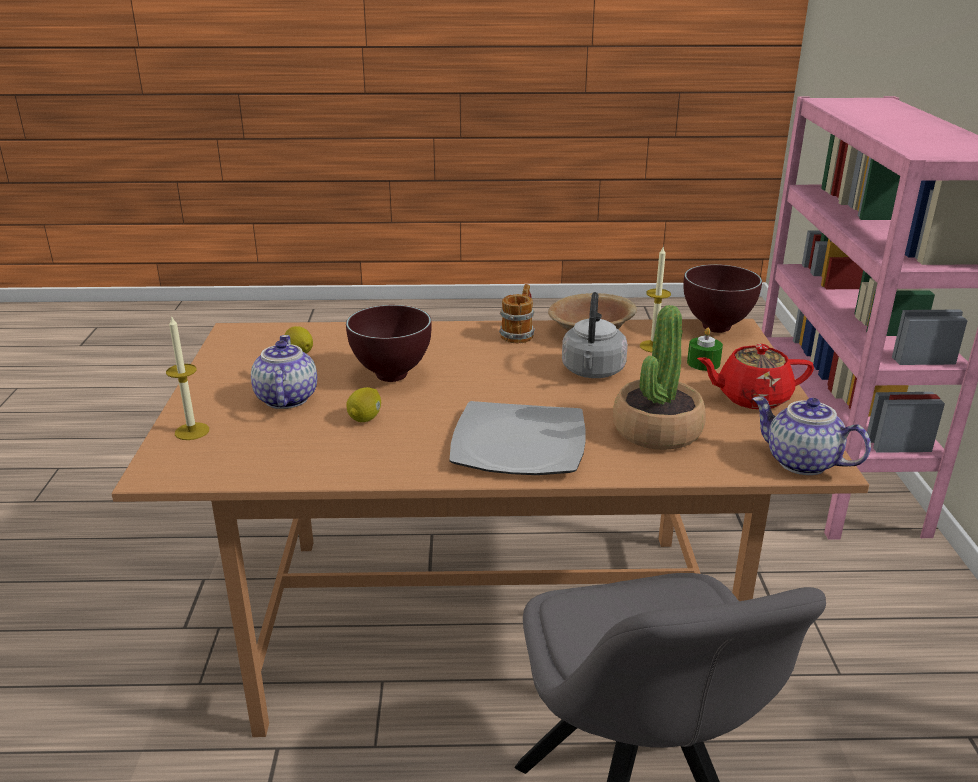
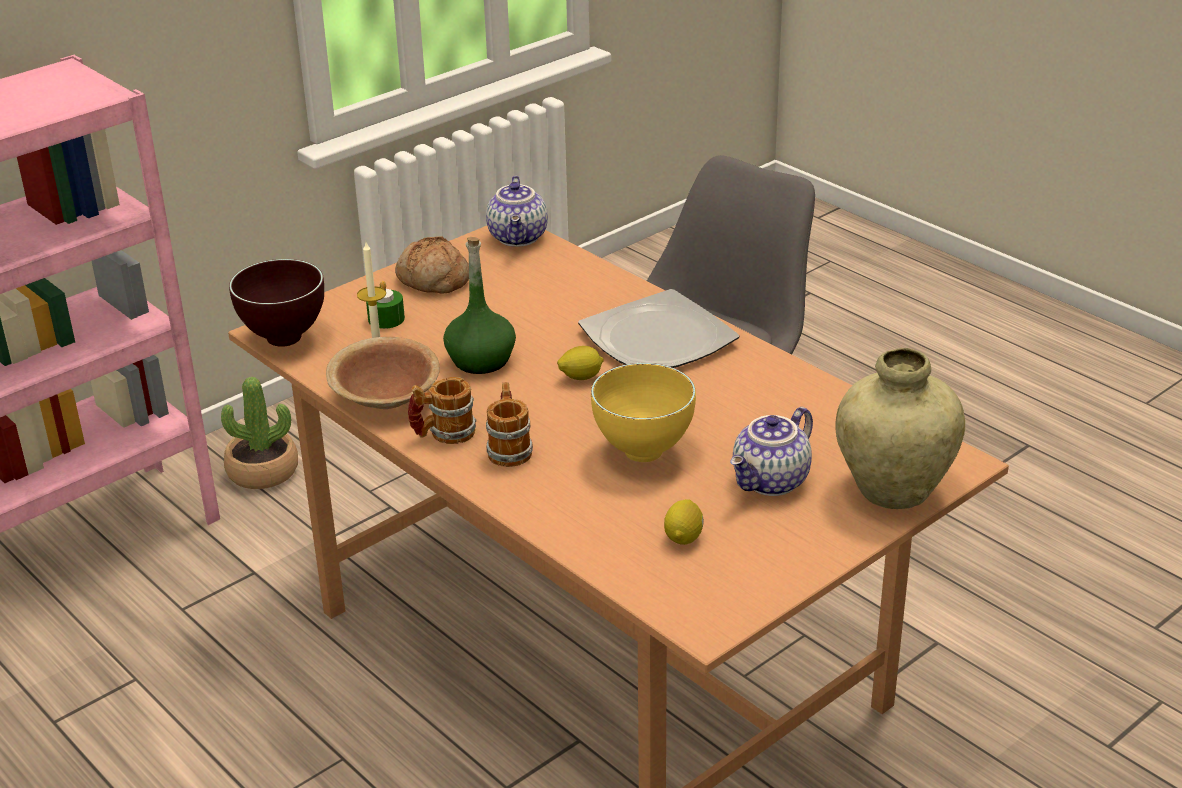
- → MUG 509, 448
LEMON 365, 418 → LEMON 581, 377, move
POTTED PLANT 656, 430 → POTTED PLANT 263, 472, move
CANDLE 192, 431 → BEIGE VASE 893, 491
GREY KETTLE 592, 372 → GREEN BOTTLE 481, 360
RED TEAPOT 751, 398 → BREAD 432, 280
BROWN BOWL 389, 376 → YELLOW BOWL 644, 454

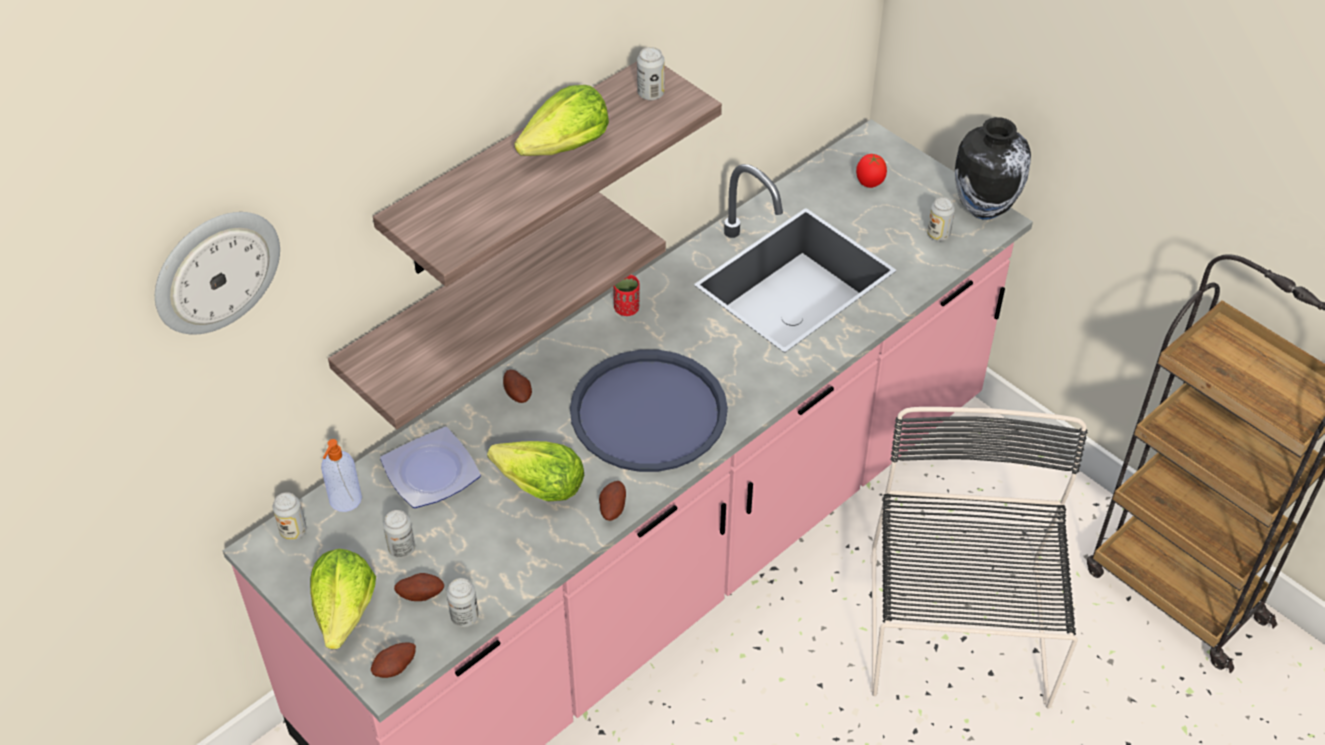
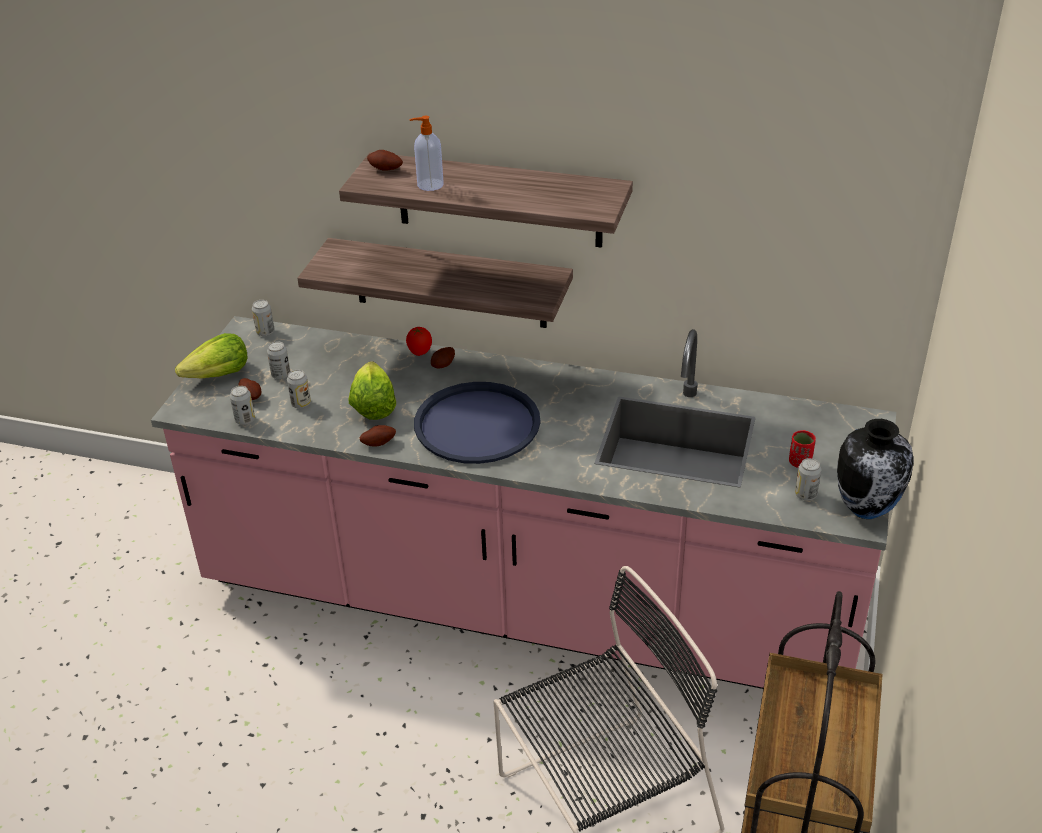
WALL CLOCK 215, 271 → -
PLATE 432, 471 → -
LETTUCE 566, 147 → -
SOAP DISPENSER 345, 500 → SOAP DISPENSER 429, 185, move
POTATO 396, 668 → POTATO 385, 170, move
RED CUP 626, 309 → RED CUP 800, 462, move
CAN 651, 94 → CAN 301, 404, move
TOMATO 869, 184 → TOMATO 419, 353, move

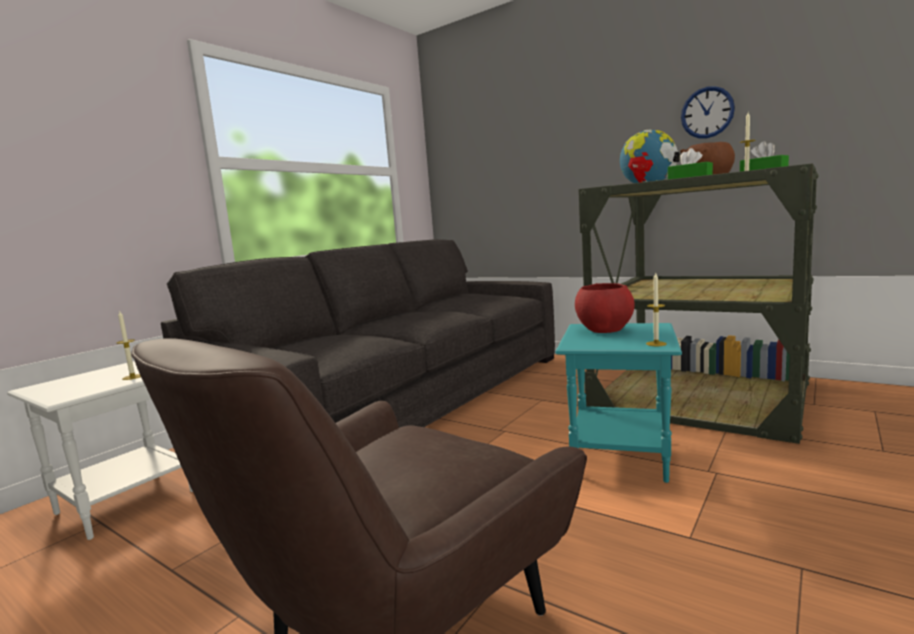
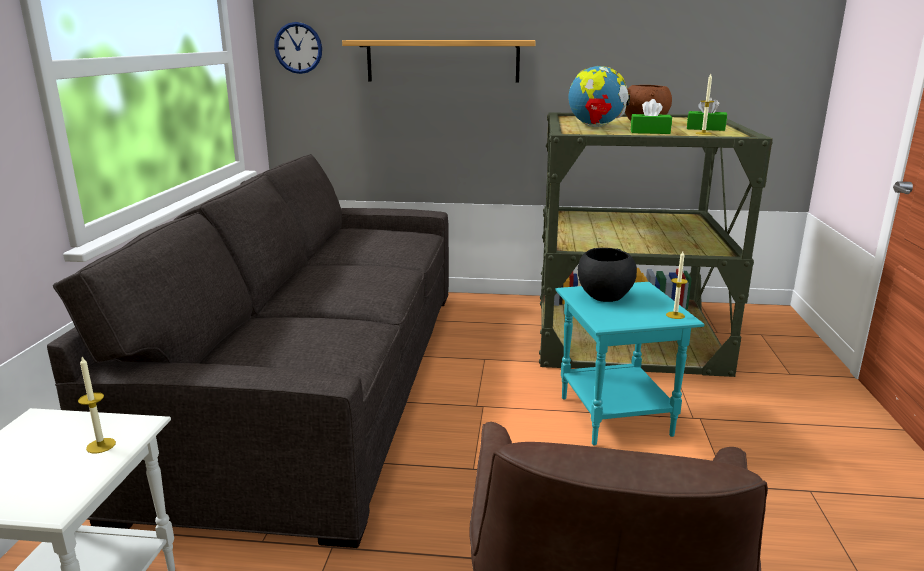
- → SHELF 442, 61
WALL CLOCK 707, 112 → WALL CLOCK 298, 48, move
RED BOWL 604, 330 → BLACK BOWL 604, 296

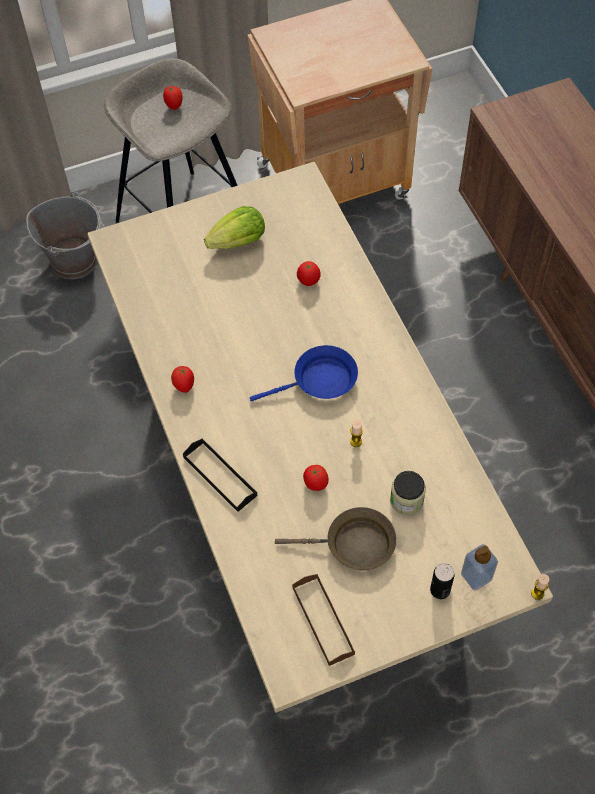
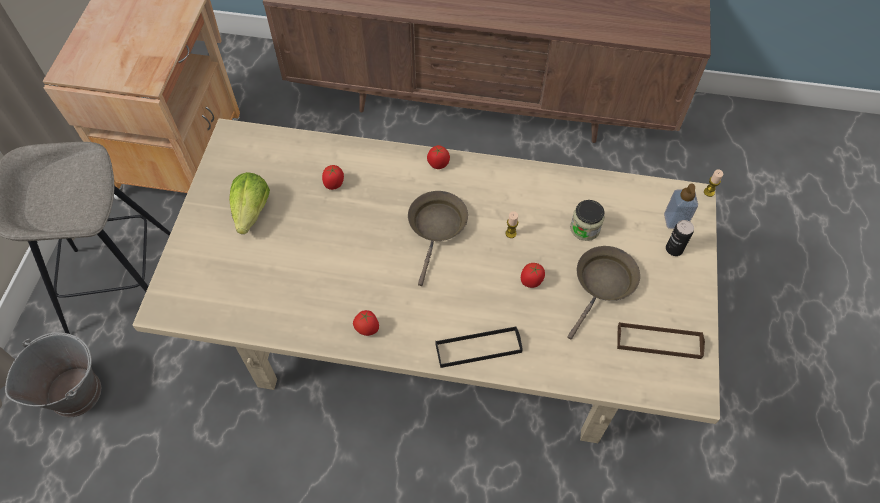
TOMATO 174, 105 → TOMATO 438, 165, move
BLUE FRYING PAN 320, 381 → BROWN FRYING PAN 437, 227

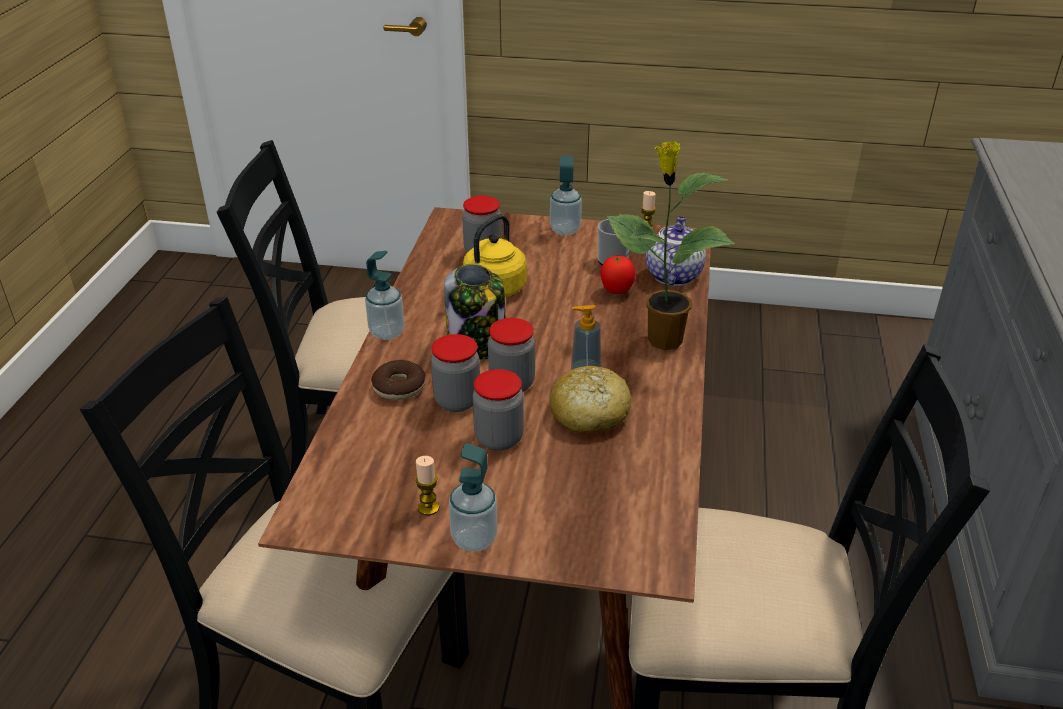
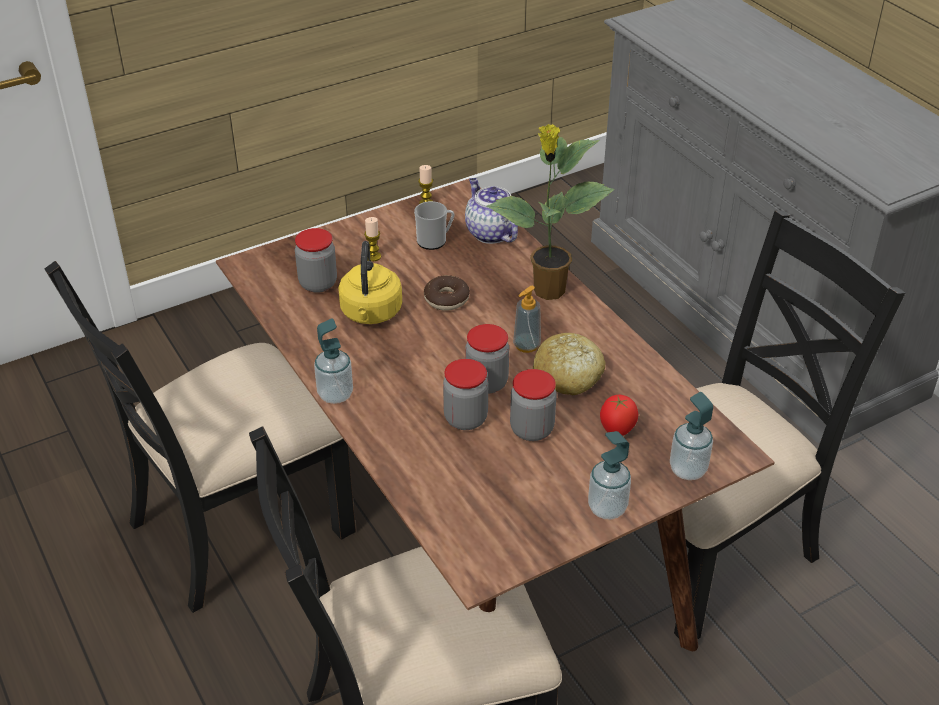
JAR 477, 343 → -
DONUT 399, 387 → DONUT 446, 299, move
CANDLE 428, 508 → CANDLE 373, 256, move
SOAP DISPENSER 565, 230 → SOAP DISPENSER 688, 470, move
TOMATO 616, 291 → TOMATO 616, 431, move

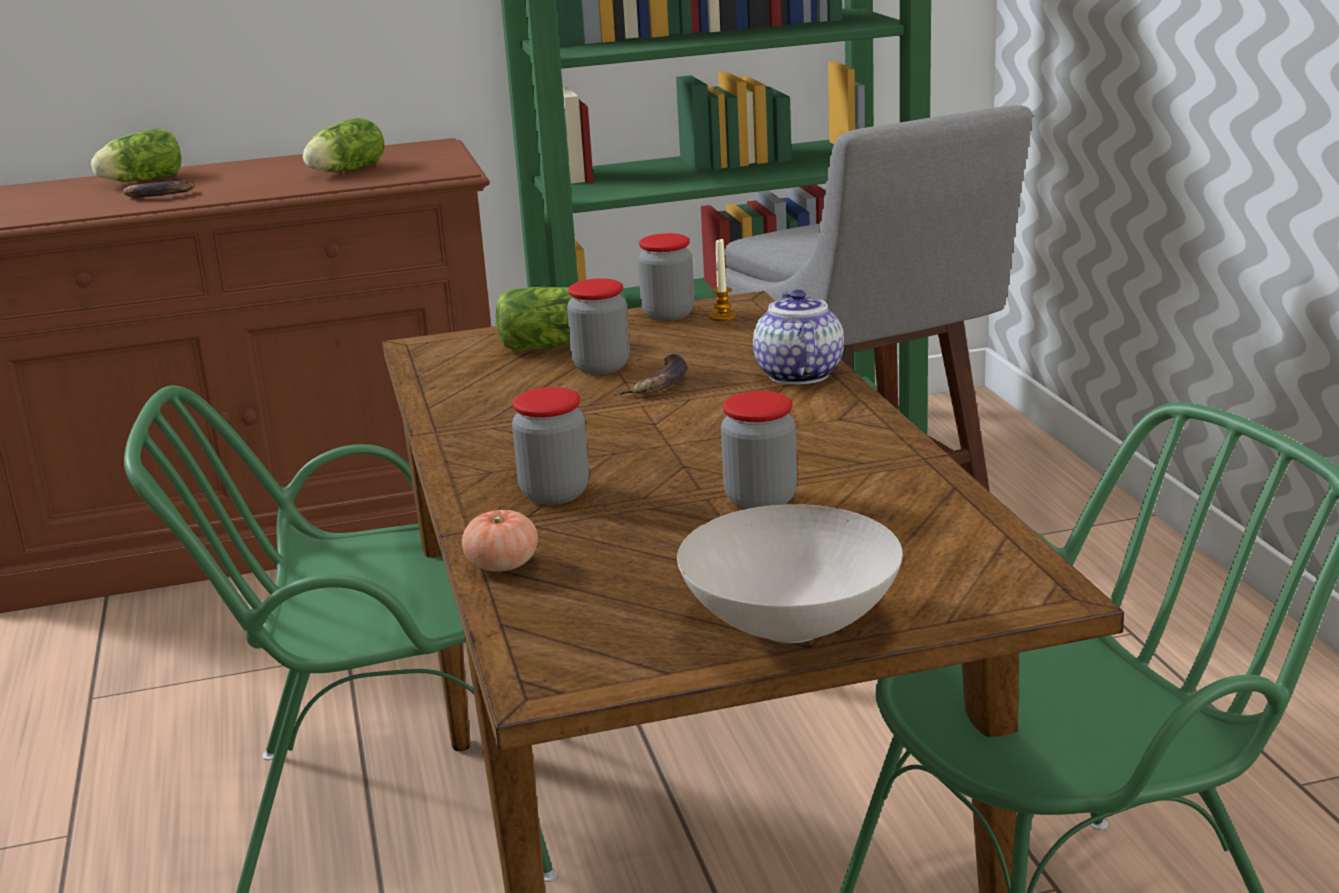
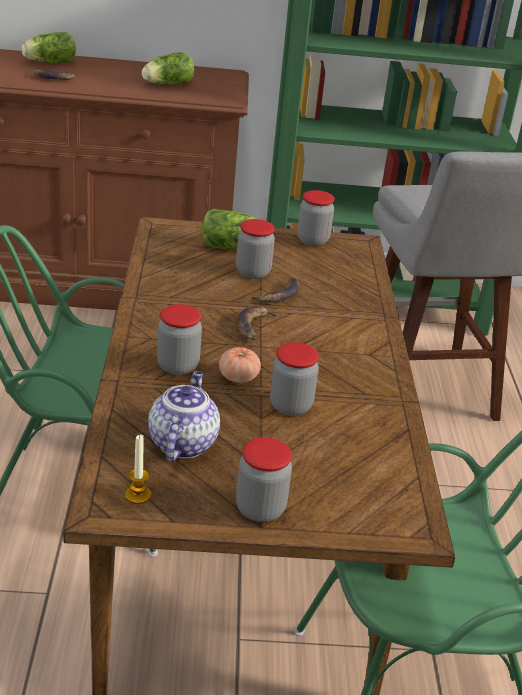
- → BANANA 254, 326
TOMATO 502, 564 → TOMATO 238, 377, move
CANDLE 723, 317 → CANDLE 138, 495, move
TEAPOT 797, 374 → TEAPOT 182, 442, move
WHITE BOWL 795, 626 → JAR 260, 509

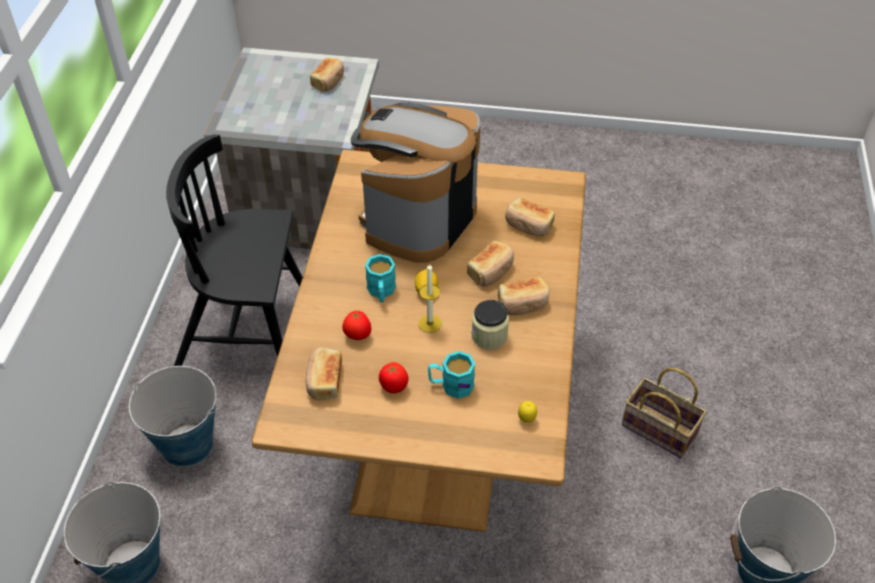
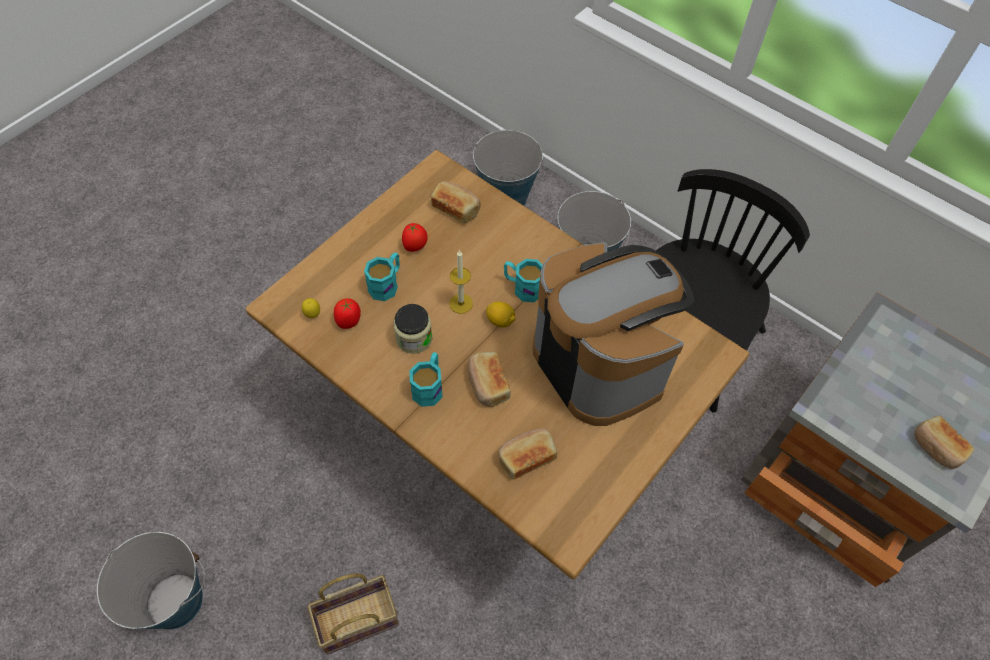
TOMATO 357, 336 → TOMATO 349, 321, move
BREAD 522, 304 → TURQUOISE MUG 429, 386

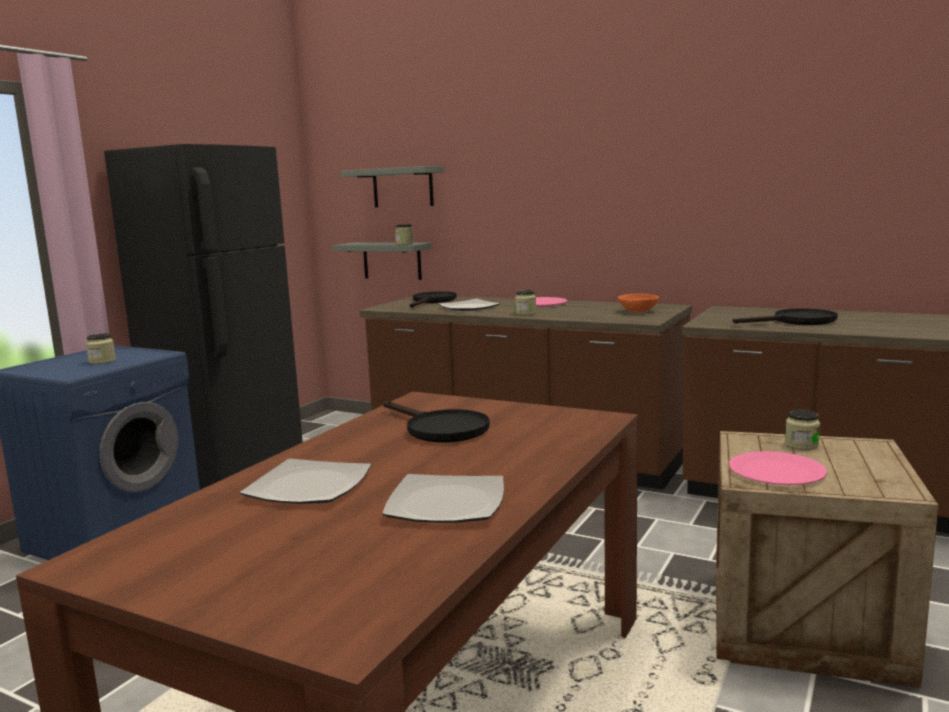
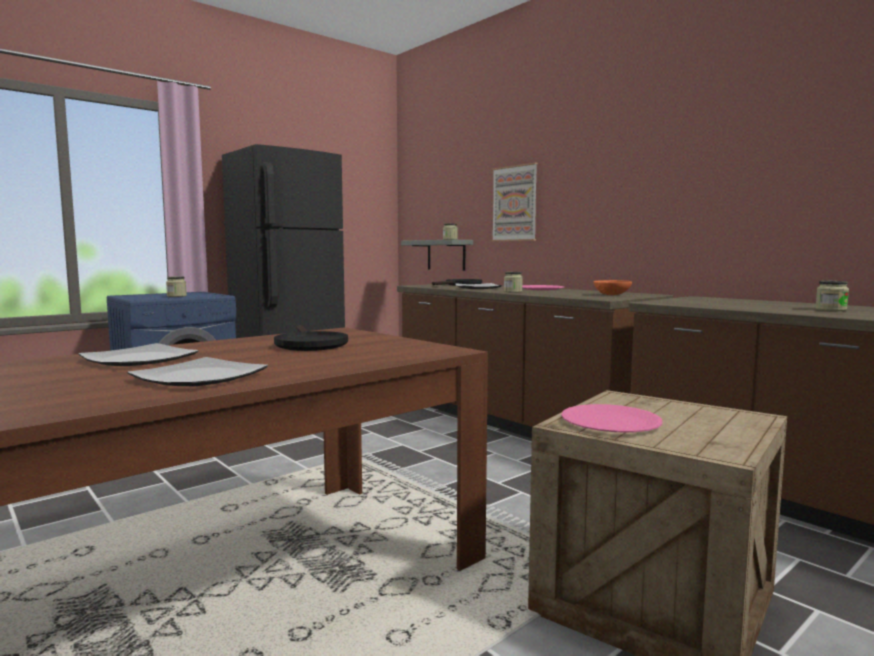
GREY SHELF 403, 187 → -
BLACK FRYING PAN 797, 321 → -
- → PICTURE 515, 203
JAR 801, 445 → JAR 831, 309, move

